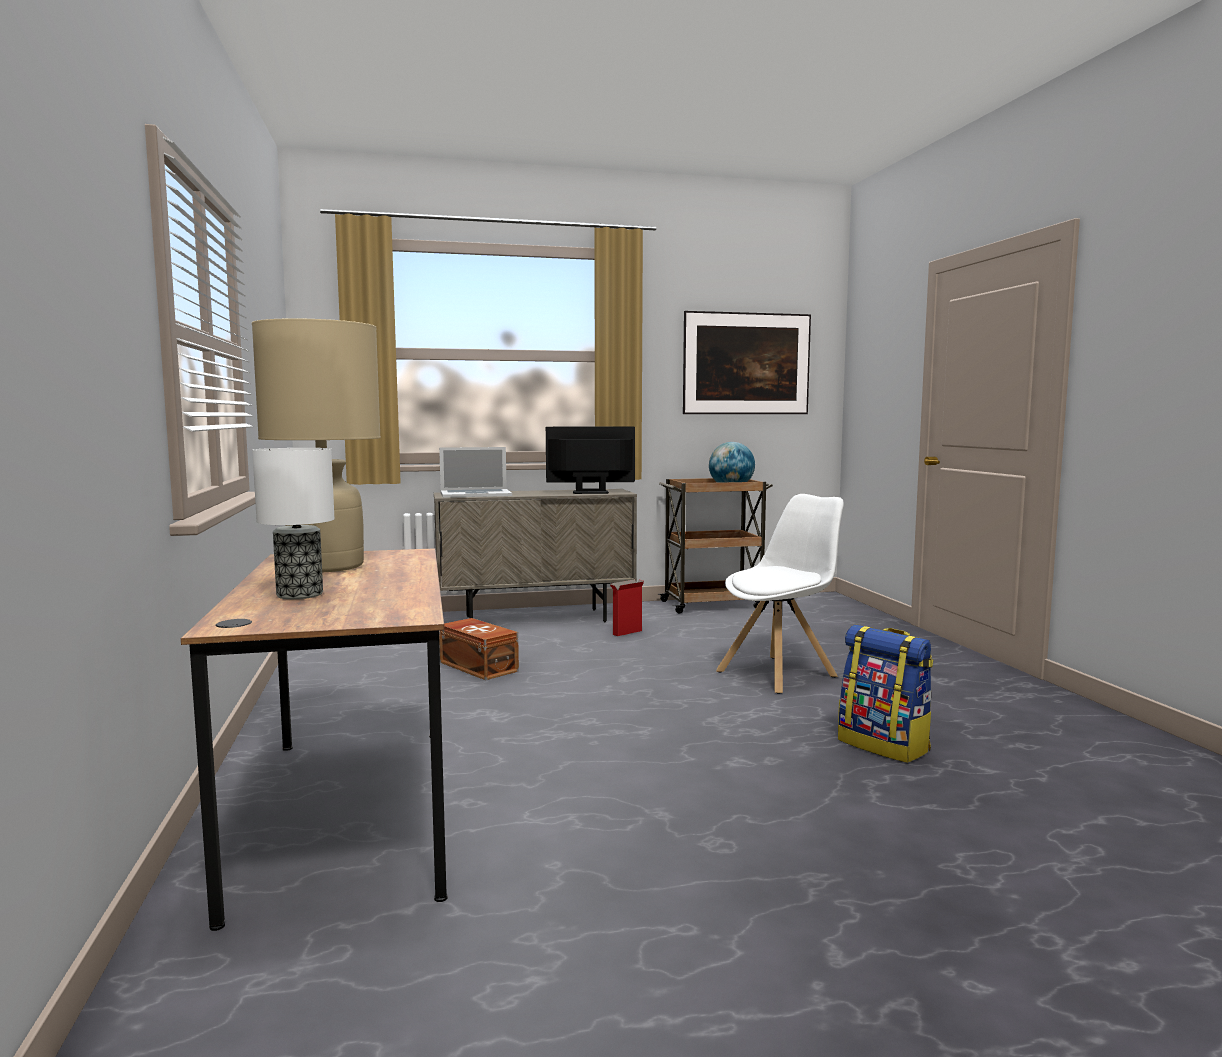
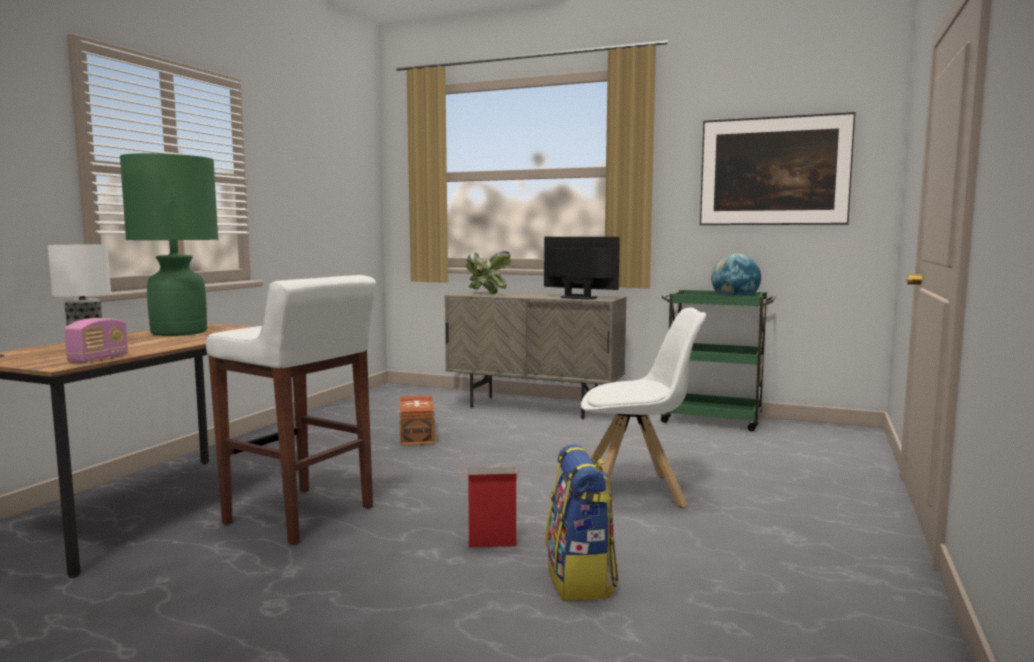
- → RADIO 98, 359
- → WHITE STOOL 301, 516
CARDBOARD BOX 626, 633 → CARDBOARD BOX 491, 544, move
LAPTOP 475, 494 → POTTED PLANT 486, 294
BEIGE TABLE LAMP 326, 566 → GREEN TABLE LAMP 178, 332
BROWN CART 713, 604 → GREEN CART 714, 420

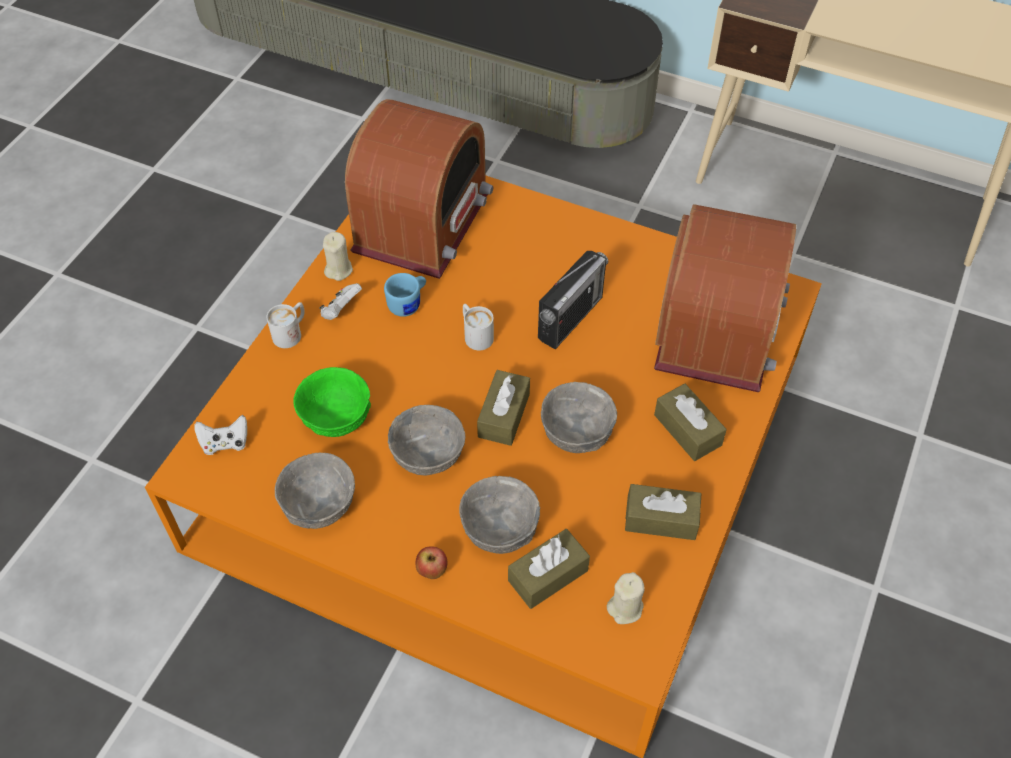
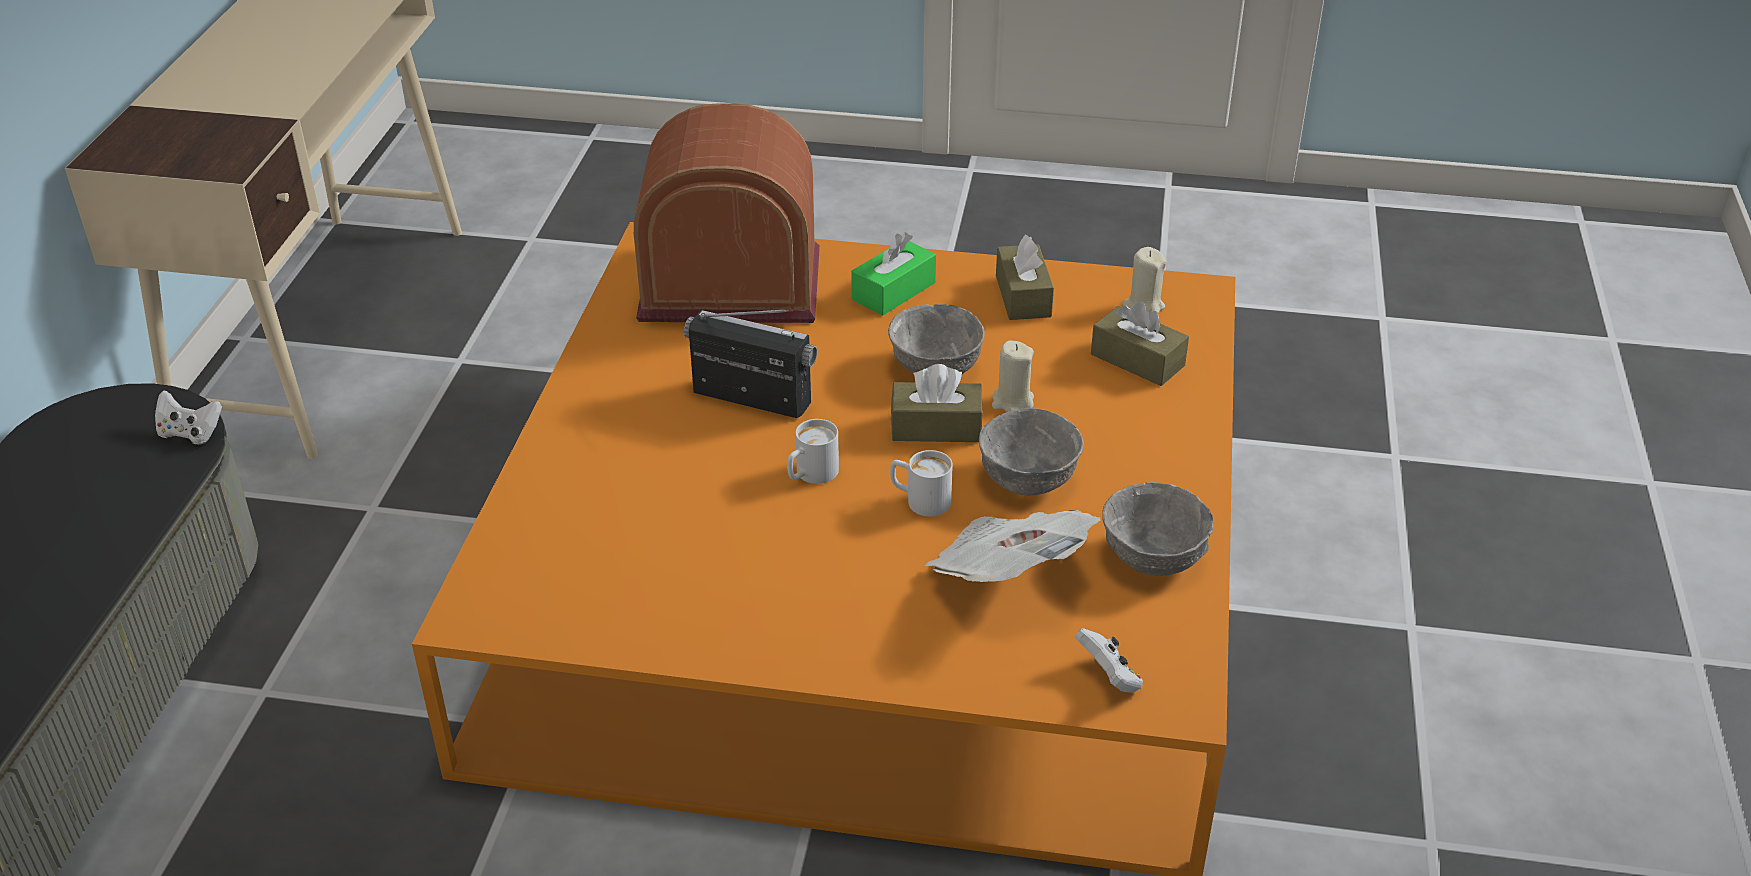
RADIO 423, 222 → -
BLUE MUG 408, 304 → -
APPLE 432, 571 → -
GREY BOWL 501, 528 → -
WHITE MUG 291, 332 → WHITE MUG 919, 500, move
WHITE GAME CONTROLLER 341, 311 → WHITE GAME CONTROLLER 190, 433, move
BEIGE CANDLE 338, 270 → BEIGE CANDLE 1012, 402, move
GREEN BOWL 337, 416 → NEWSPAPER 1008, 575
BROWN TISSUE BOX 687, 430 → GREEN TISSUE BOX 893, 291

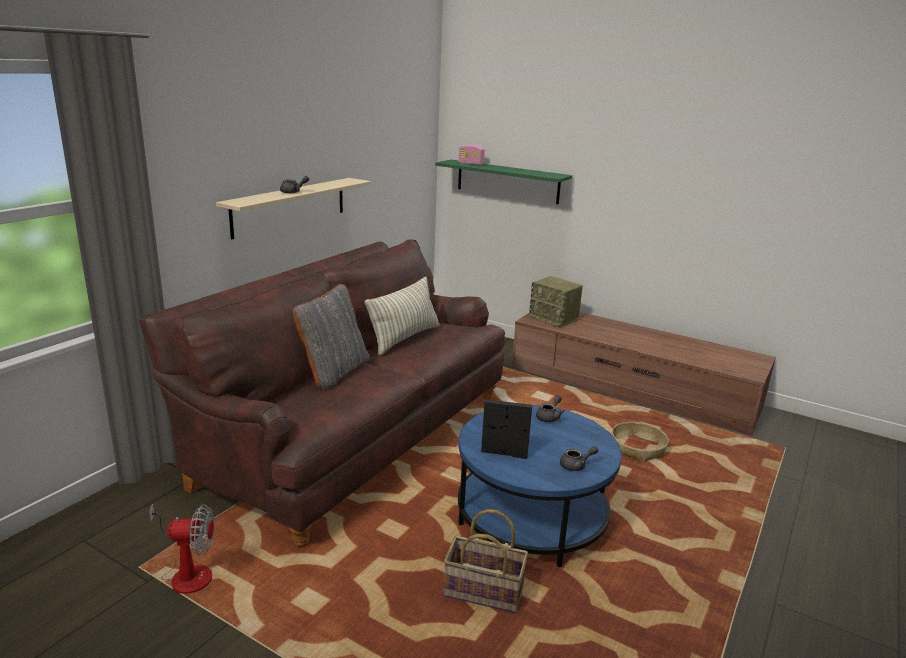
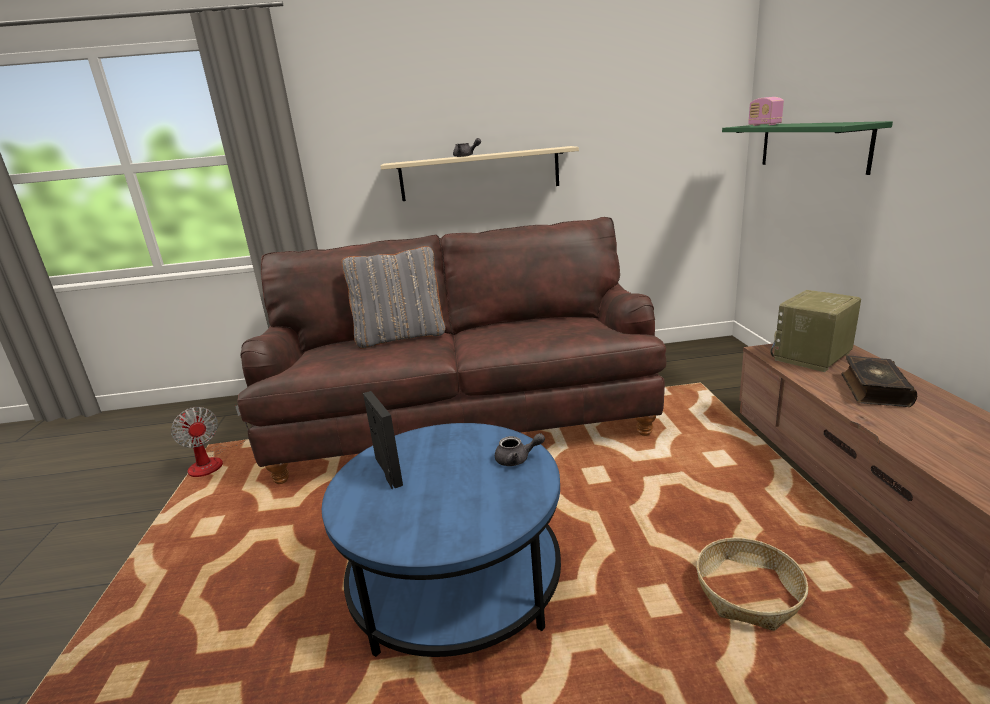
PILLOW 404, 338 → -
BASKET 483, 592 → -
GREY TEAPOT 576, 466 → -
- → BOOK 873, 390
RADIO 554, 319 → RADIO 812, 357, 45 degrees clockwise

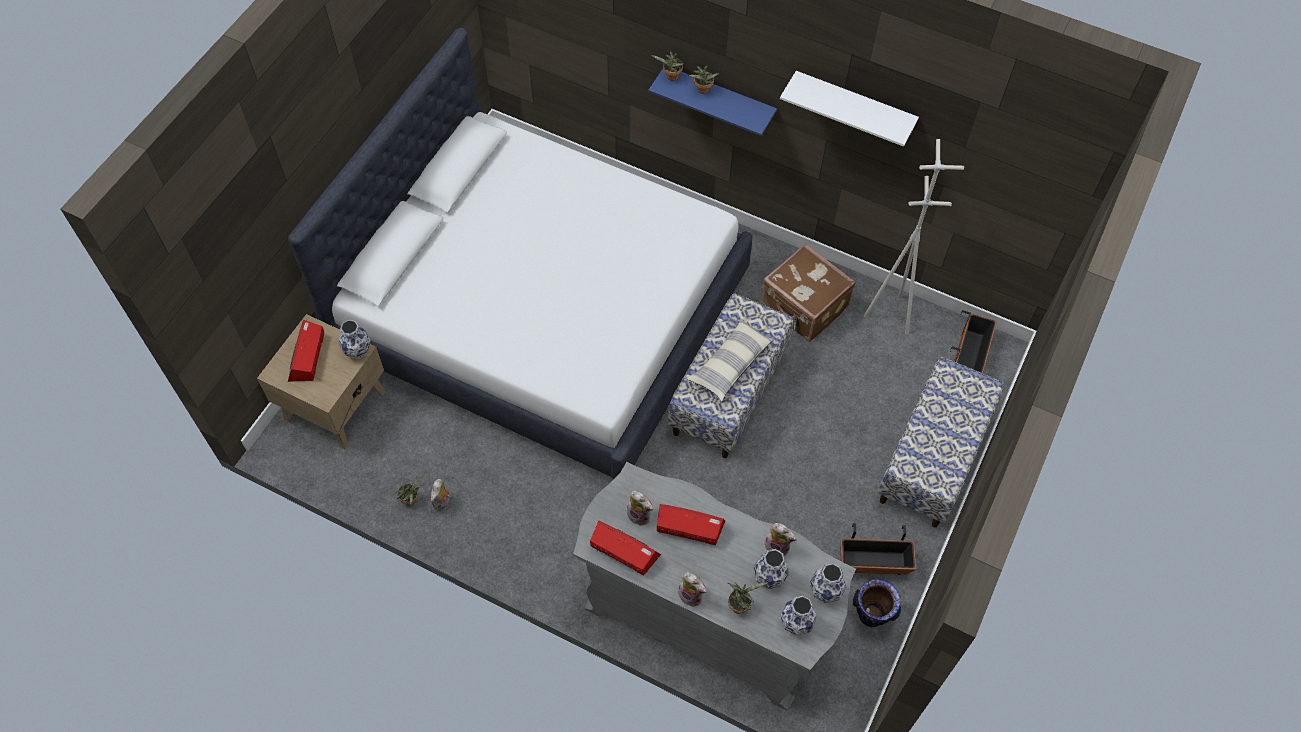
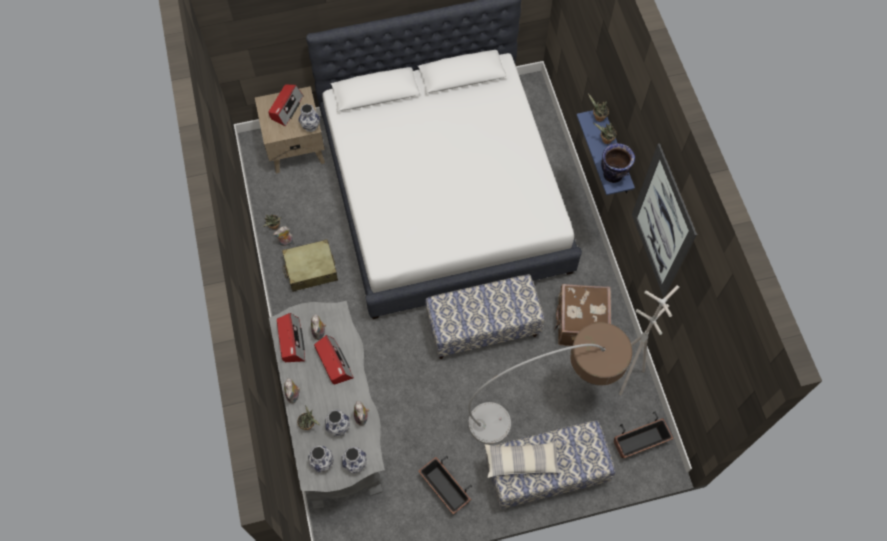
- → BEIGE SUITCASE 310, 269
- → FLOOR LAMP 544, 407
PILLOW 730, 364 → PILLOW 521, 461, move
VASE 871, 616 → VASE 612, 175, move
WHITE SHELF 854, 106 → PICTURE 662, 223
RADIO 307, 357 → RADIO 286, 108, 150 degrees clockwise

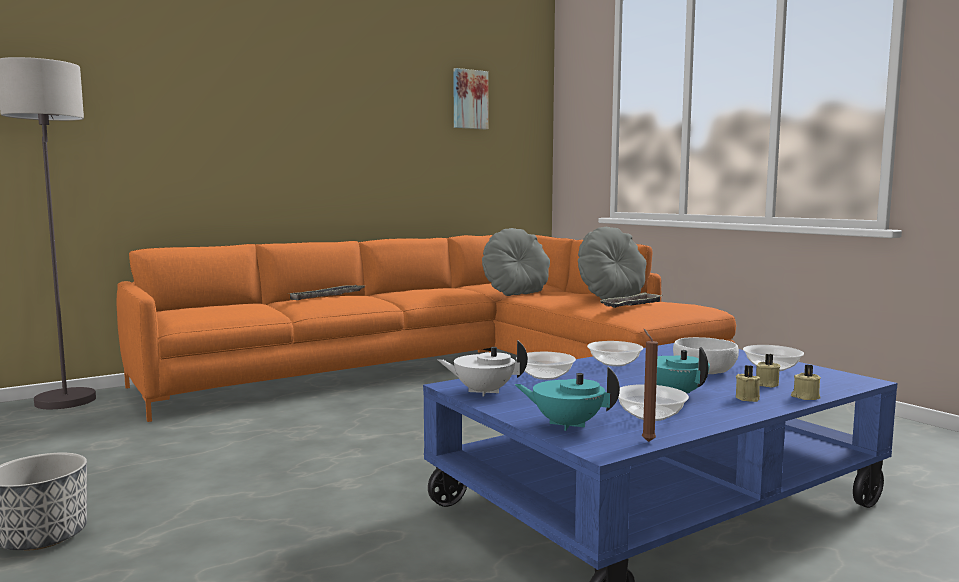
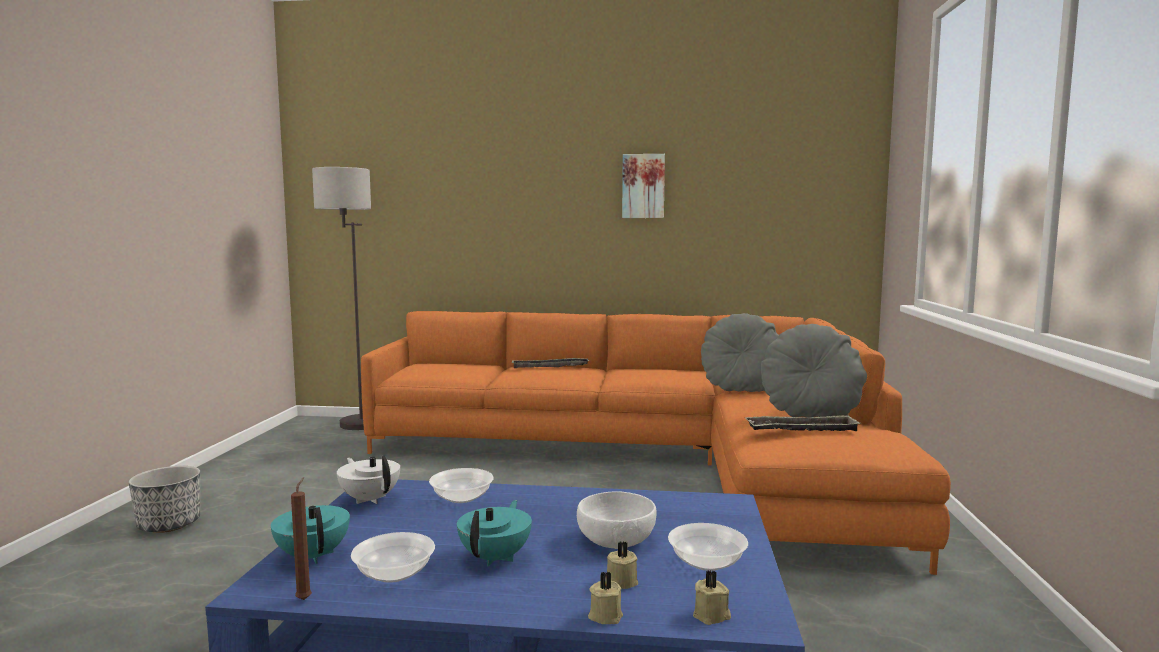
BOWL 614, 363 → -
PICTURE 469, 99 → PICTURE 643, 186, move
BEIGE CANDLE 748, 398 → BEIGE CANDLE 712, 616, move

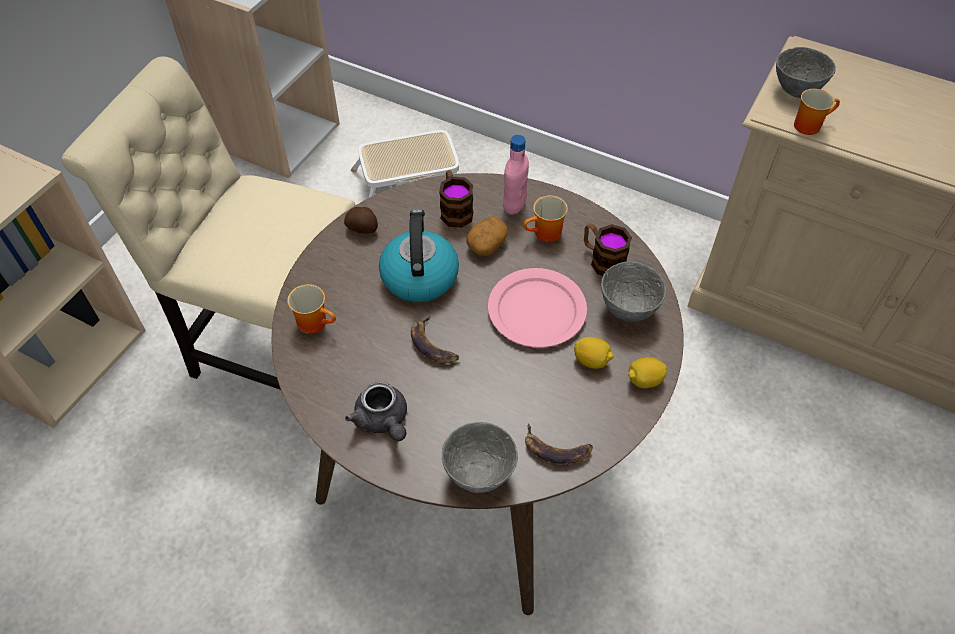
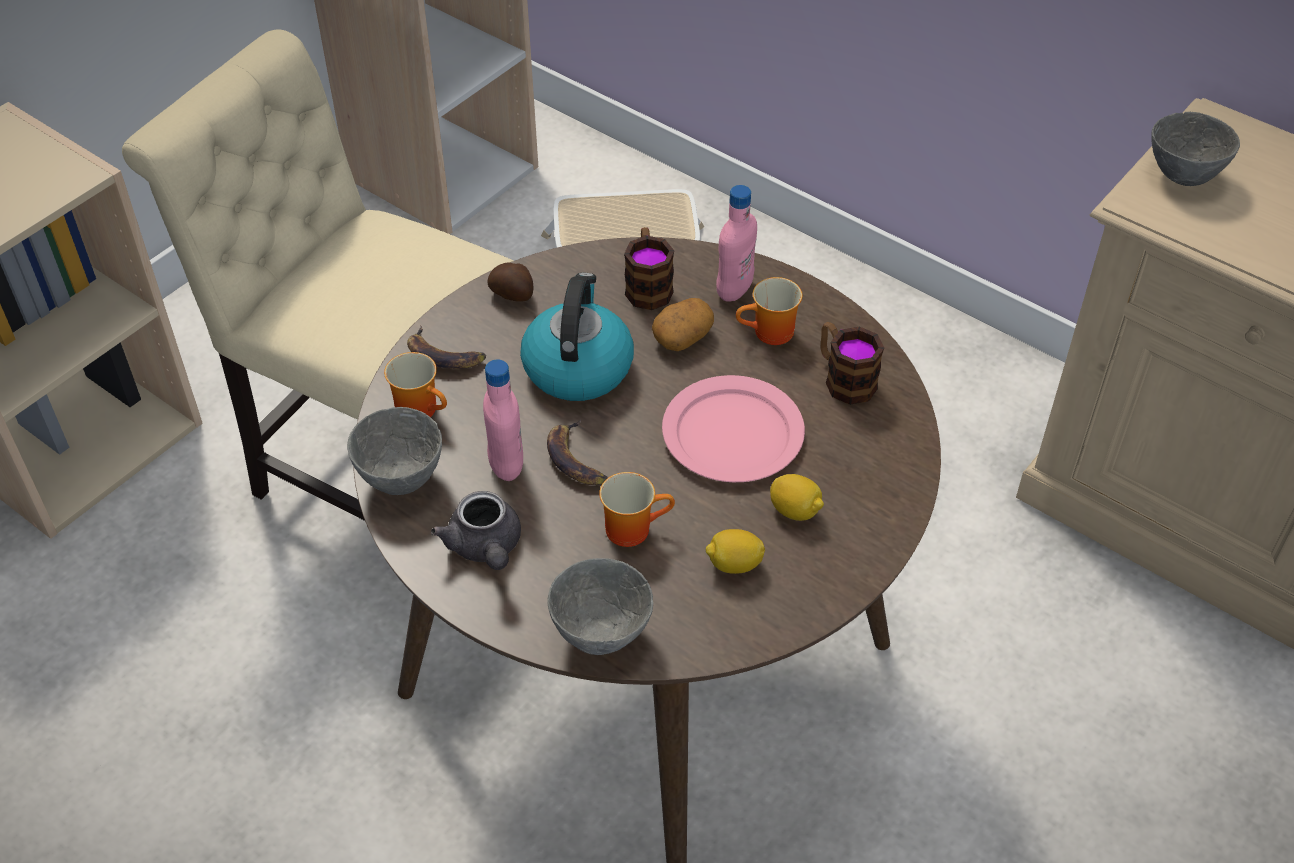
- → PINK BOTTLE 506, 465
BANANA 556, 448 → BANANA 444, 355, move
GREY BOWL 627, 310 → GREY BOWL 399, 479, move
LEMON 644, 380 → LEMON 734, 564, move
MUG 808, 124 → MUG 632, 526, move

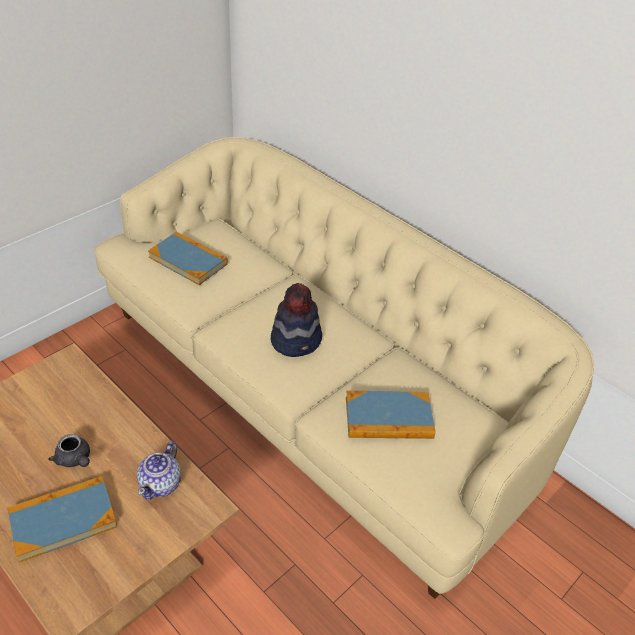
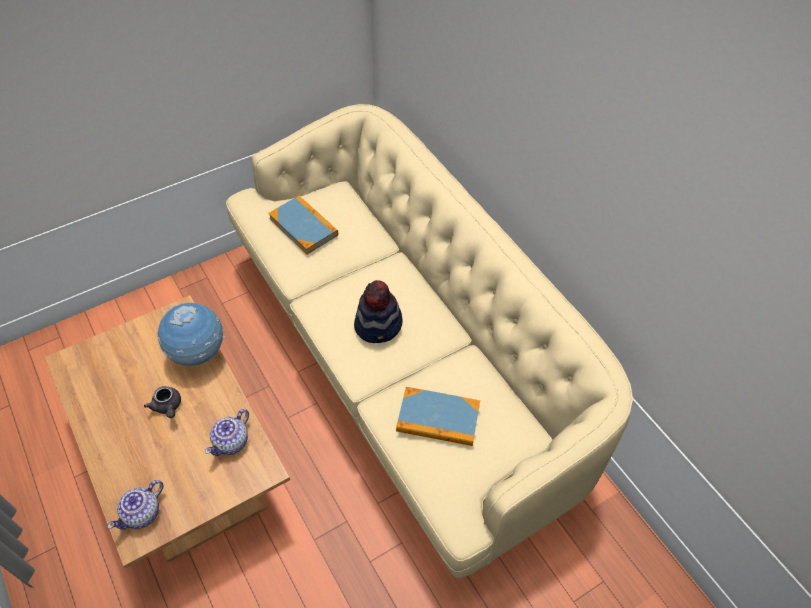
BOOK 63, 520 → -
- → TEAPOT 143, 513
- → GLOBE 198, 353

